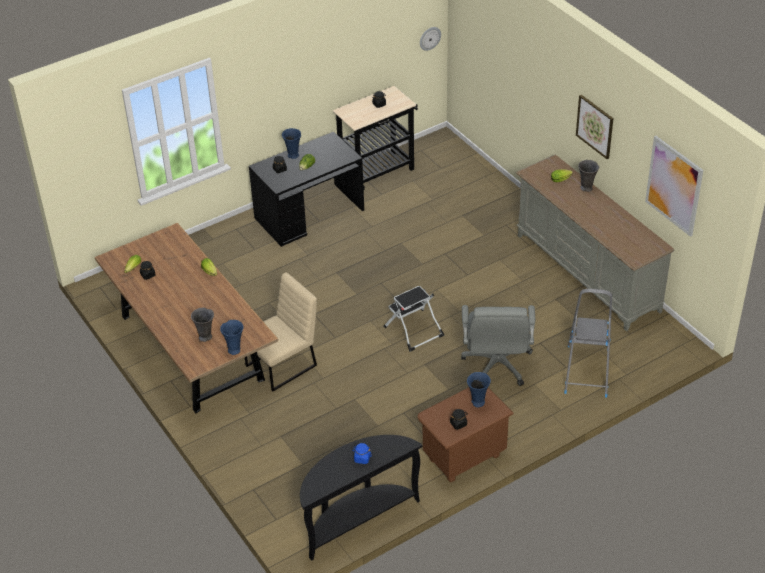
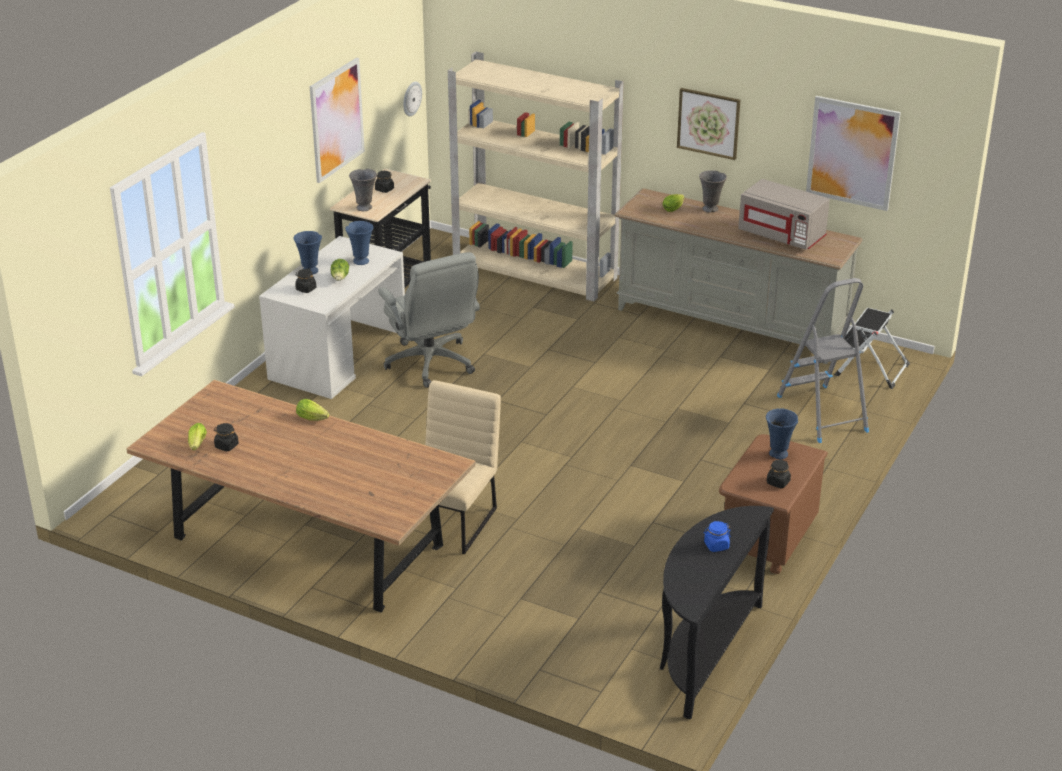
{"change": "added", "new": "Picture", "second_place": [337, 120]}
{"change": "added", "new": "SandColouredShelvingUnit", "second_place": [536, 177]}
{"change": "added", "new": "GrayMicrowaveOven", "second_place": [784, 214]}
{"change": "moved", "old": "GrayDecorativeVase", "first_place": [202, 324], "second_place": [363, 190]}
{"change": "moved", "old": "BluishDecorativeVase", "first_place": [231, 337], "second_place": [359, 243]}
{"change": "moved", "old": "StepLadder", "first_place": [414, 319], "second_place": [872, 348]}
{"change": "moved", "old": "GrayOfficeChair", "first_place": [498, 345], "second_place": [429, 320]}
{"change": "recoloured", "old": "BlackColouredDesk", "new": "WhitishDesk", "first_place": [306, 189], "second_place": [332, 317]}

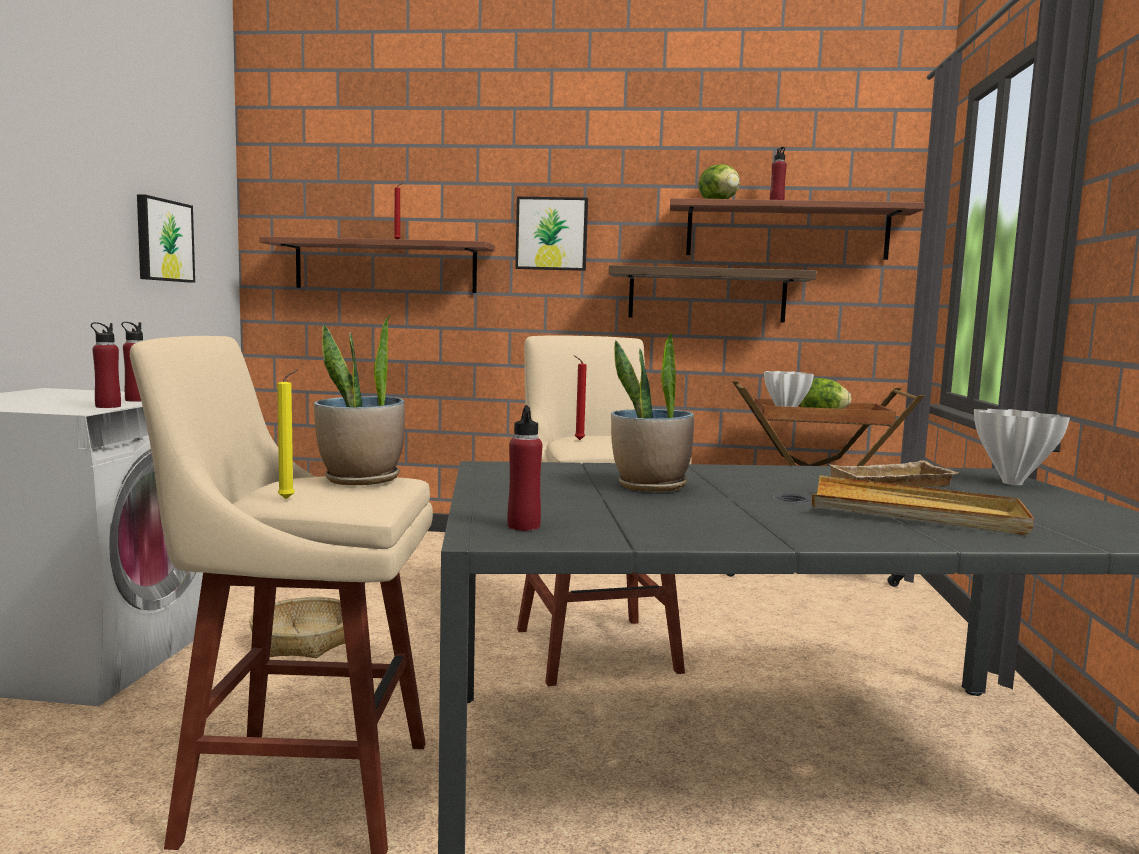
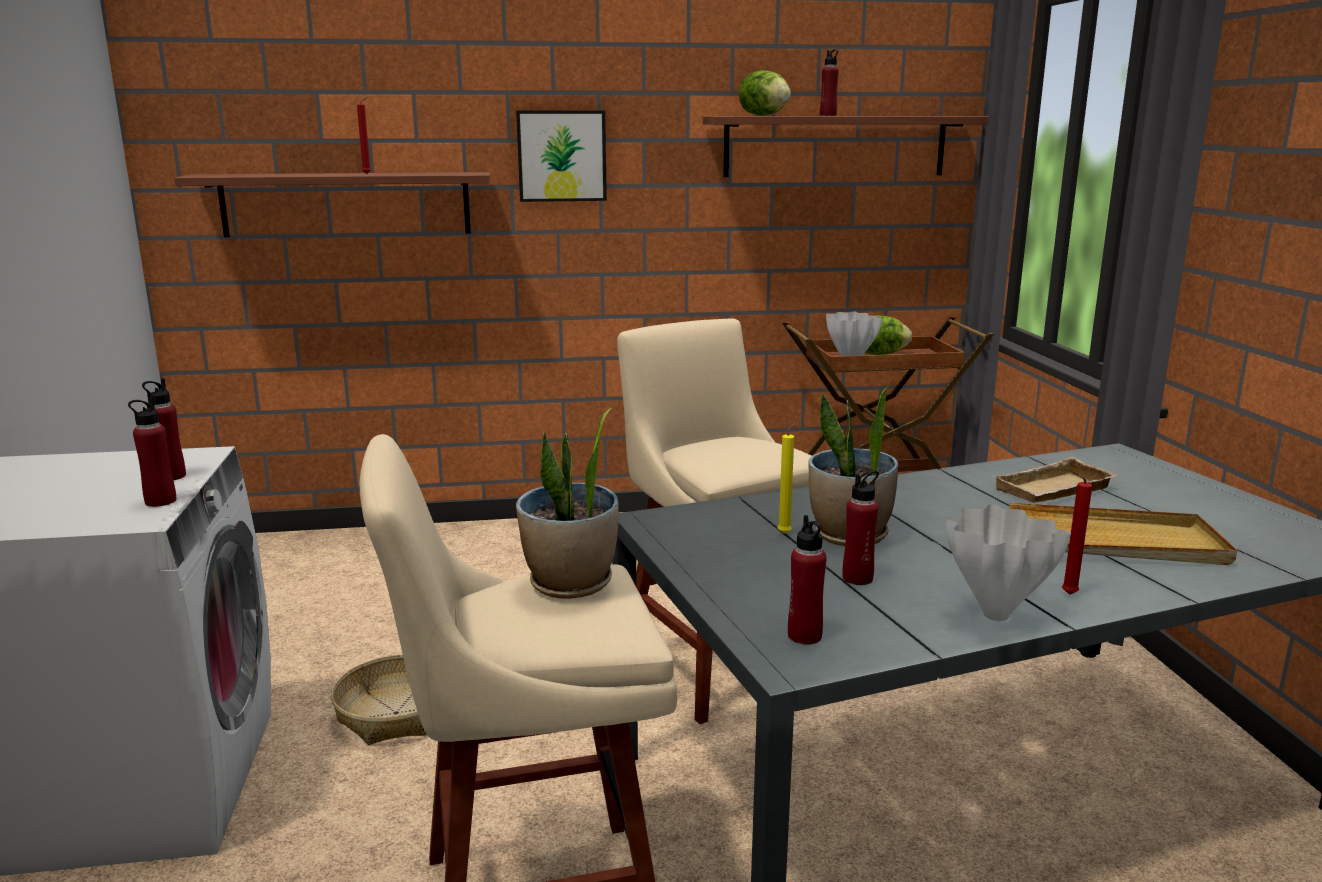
{"change": "removed", "old": "Picture", "first_place": [166, 238]}
{"change": "removed", "old": "WallShelf", "first_place": [712, 293]}
{"change": "added", "new": "RedColouredDrinkBottle", "second_place": [860, 527]}
{"change": "moved", "old": "YellowCandle", "first_place": [287, 434], "second_place": [786, 478]}
{"change": "moved", "old": "RedColouredCandle", "first_place": [580, 397], "second_place": [1077, 533]}
{"change": "moved", "old": "WhitishDecorativeVase", "first_place": [1022, 447], "second_place": [1008, 562]}

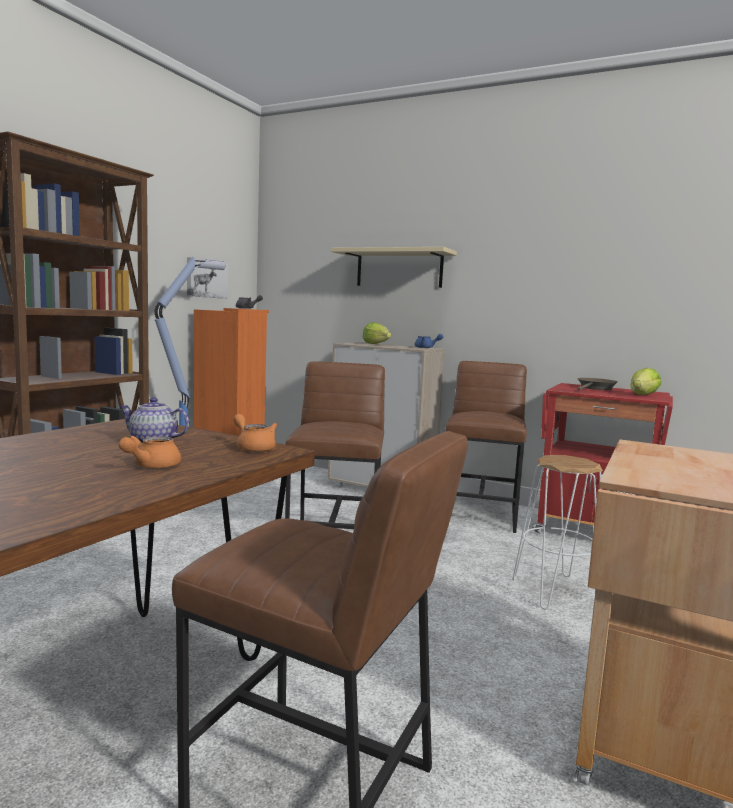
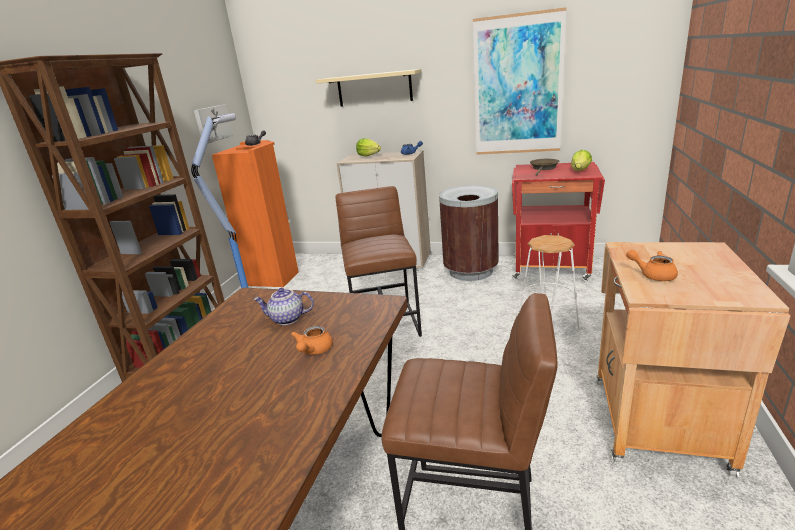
{"change": "added", "new": "Picture", "second_place": [520, 81]}
{"change": "moved", "old": "OrangeyTeapot", "first_place": [255, 433], "second_place": [652, 265]}
{"change": "replaced", "old": "BrownishUprightChair", "new": "BrownishWasteBin", "first_place": [486, 447], "second_place": [469, 233]}

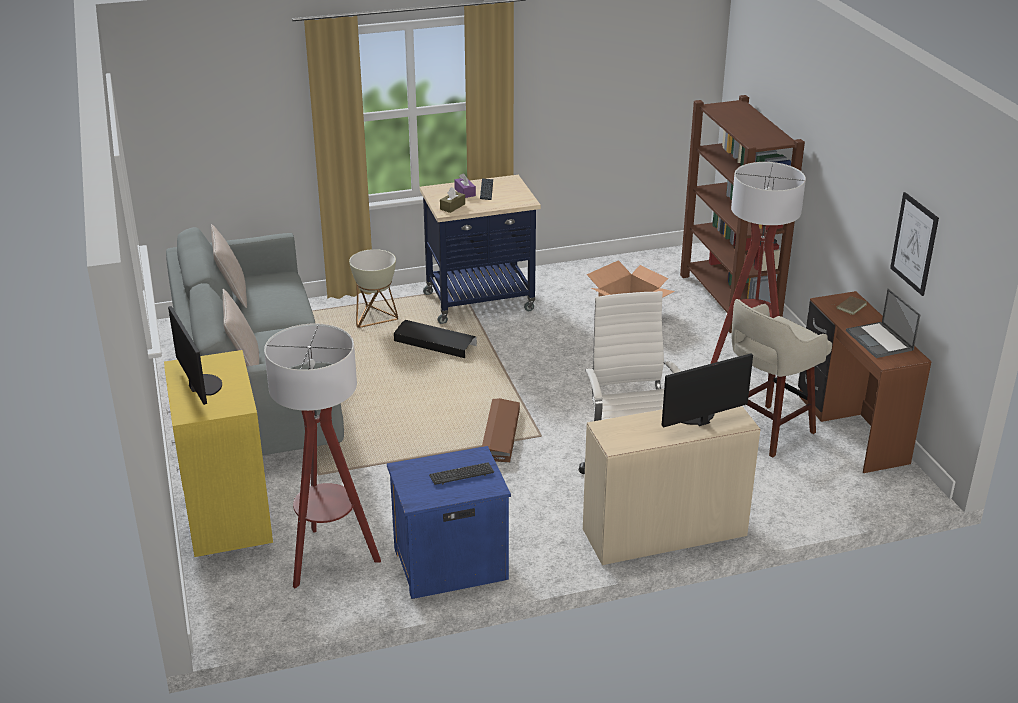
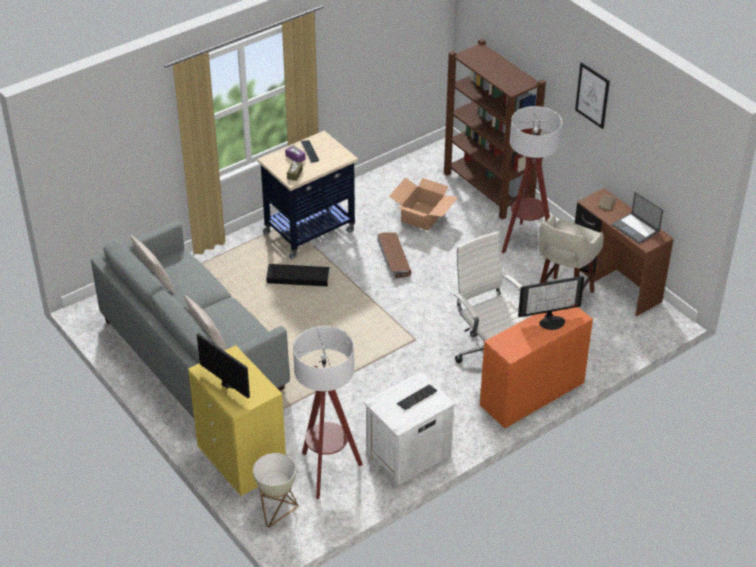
{"change": "moved", "old": "PlantPot", "first_place": [373, 288], "second_place": [275, 490]}
{"change": "moved", "old": "BrownishStorageContainer", "first_place": [501, 430], "second_place": [394, 255]}
{"change": "moved", "old": "Picture", "first_place": [914, 244], "second_place": [592, 95]}
{"change": "recoloured", "old": "BluishNightstand", "new": "WhitishNightstand", "first_place": [449, 522], "second_place": [410, 428]}
{"change": "recoloured", "old": "SandColouredDesk", "new": "OrangeyDesk", "first_place": [671, 485], "second_place": [536, 367]}
{"change": "turned", "old": "Monitor", "first_place": [707, 390], "second_place": [551, 303], "degrees": -150}

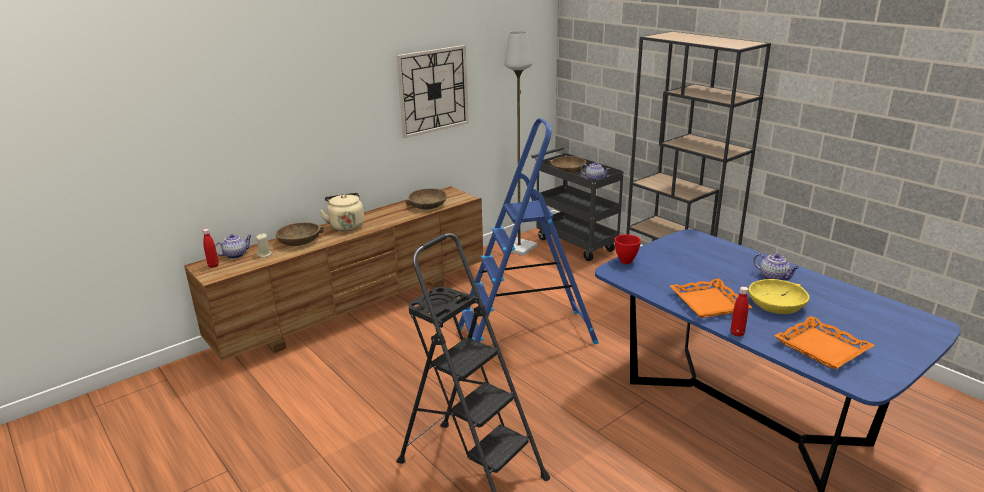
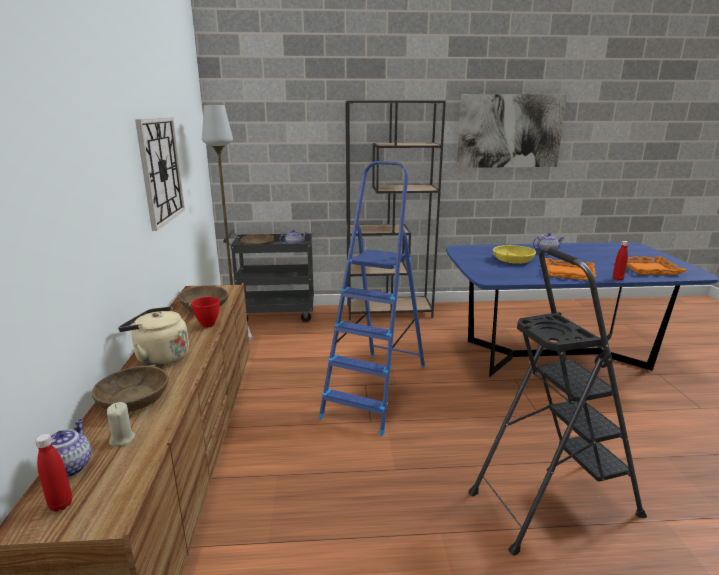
{"change": "added", "new": "Picture", "second_place": [511, 131]}
{"change": "moved", "old": "RedColouredDeepDish", "first_place": [627, 249], "second_place": [205, 312]}
{"change": "moved", "old": "YellowDeepDish", "first_place": [779, 296], "second_place": [514, 254]}

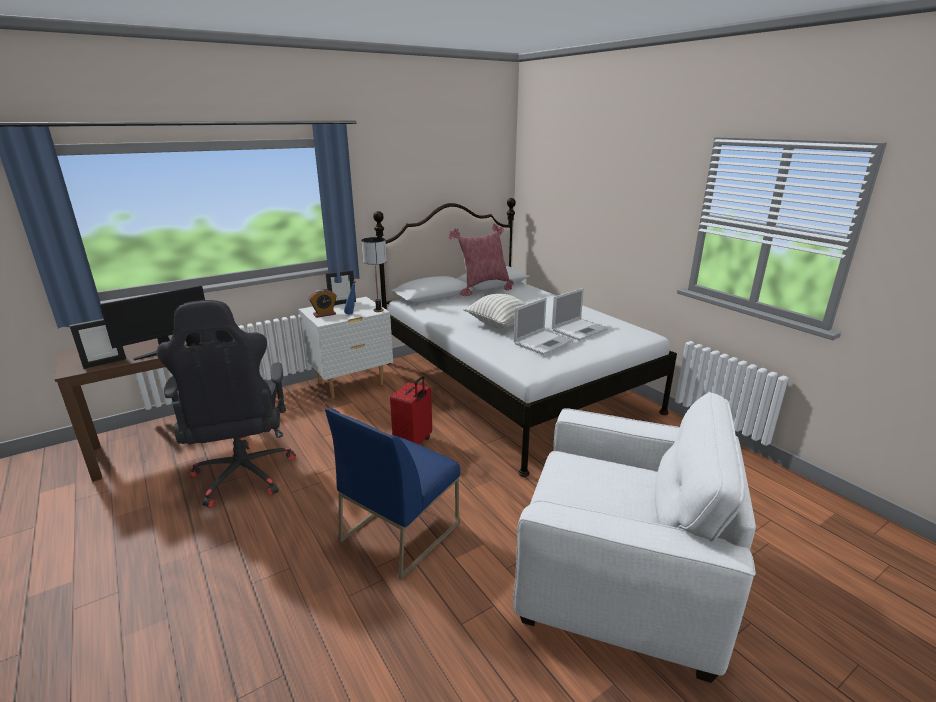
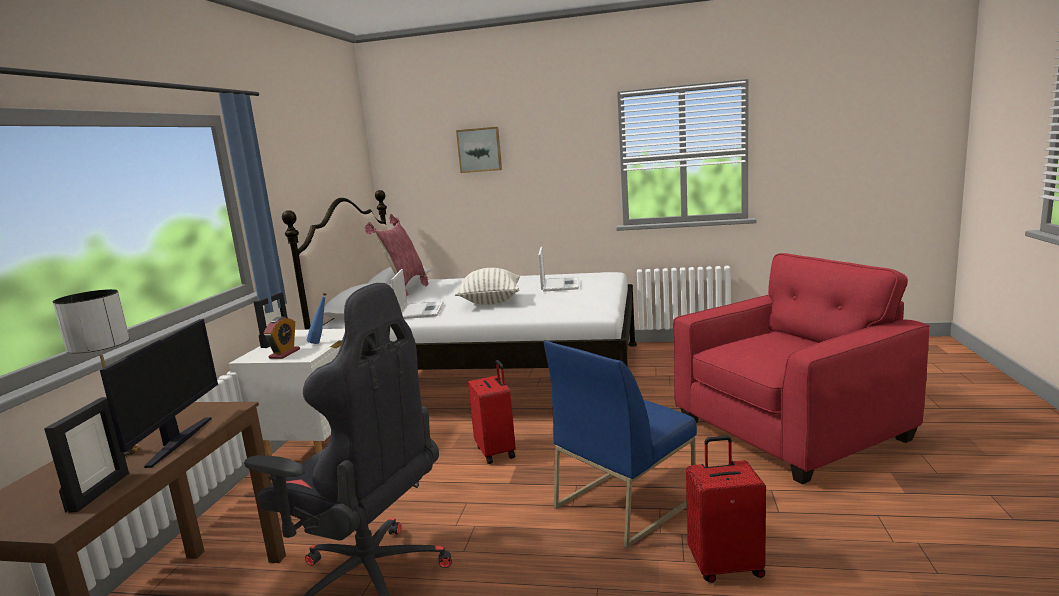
{"change": "added", "new": "Picture", "second_place": [479, 150]}
{"change": "added", "new": "RedColouredPieceOfLuggage", "second_place": [726, 509]}
{"change": "moved", "old": "TabletopLamp", "first_place": [374, 274], "second_place": [96, 372]}
{"change": "moved", "old": "PortableComputer", "first_place": [543, 326], "second_place": [417, 294]}
{"change": "recoloured", "old": "WhitishEasyChair", "new": "RedColouredEasyChair", "first_place": [634, 537], "second_place": [801, 368]}
{"change": "turned", "old": "BluishUprightChair", "first_place": [392, 494], "second_place": [620, 444], "degrees": 60}

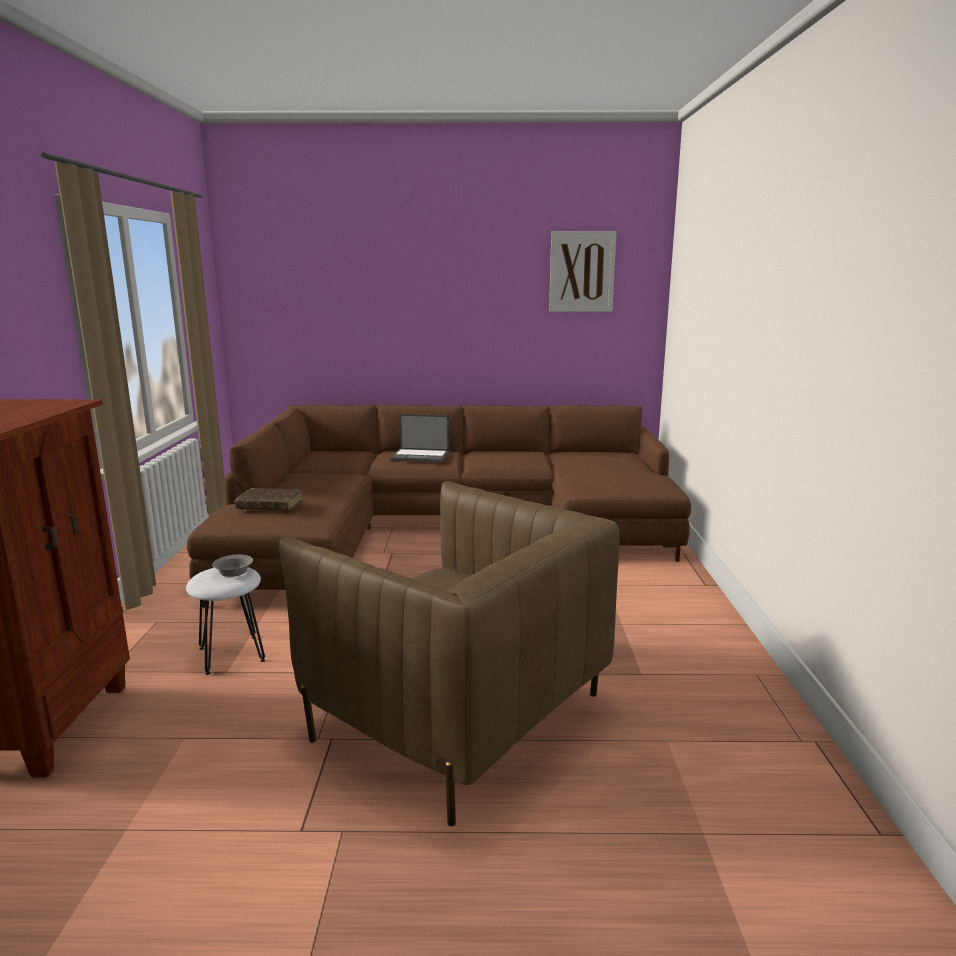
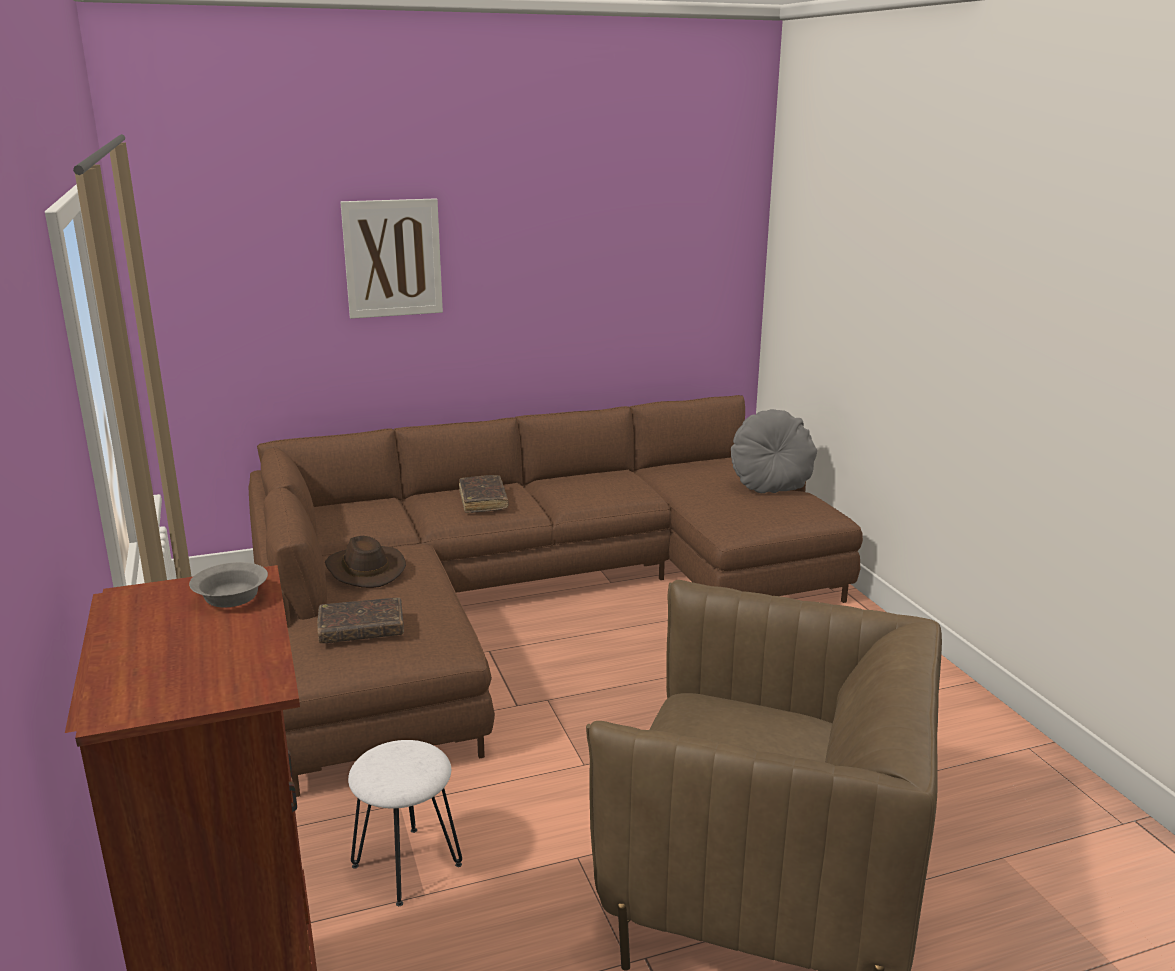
{"change": "added", "new": "BrownishHat", "second_place": [365, 562]}
{"change": "added", "new": "GrayThrowPillow", "second_place": [774, 451]}
{"change": "moved", "old": "GrayDeepDish", "first_place": [232, 566], "second_place": [228, 584]}
{"change": "moved", "old": "Picture", "first_place": [583, 271], "second_place": [391, 258]}
{"change": "replaced", "old": "PortableComputer", "new": "BrownishBoundBook", "first_place": [419, 438], "second_place": [484, 494]}

